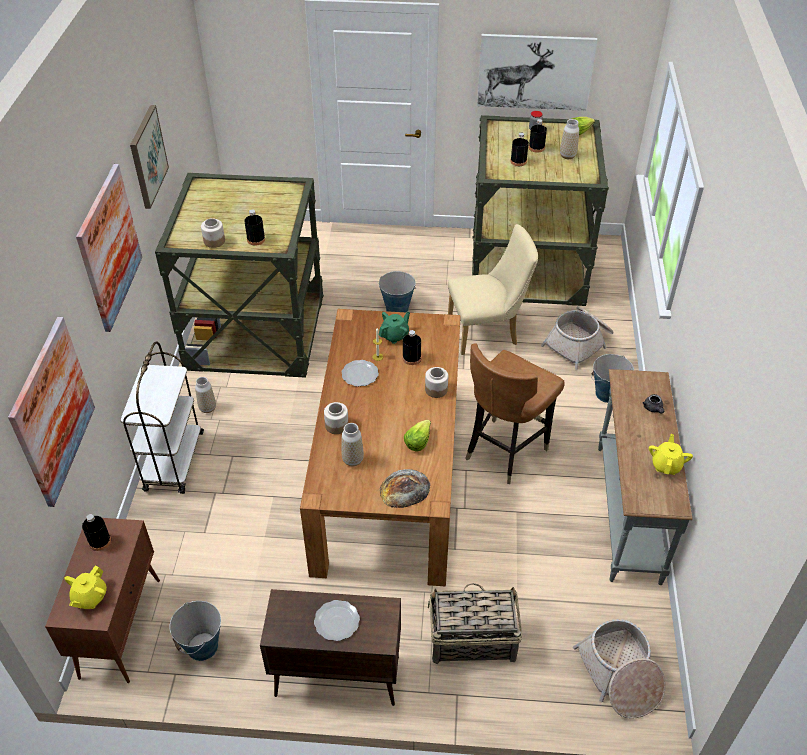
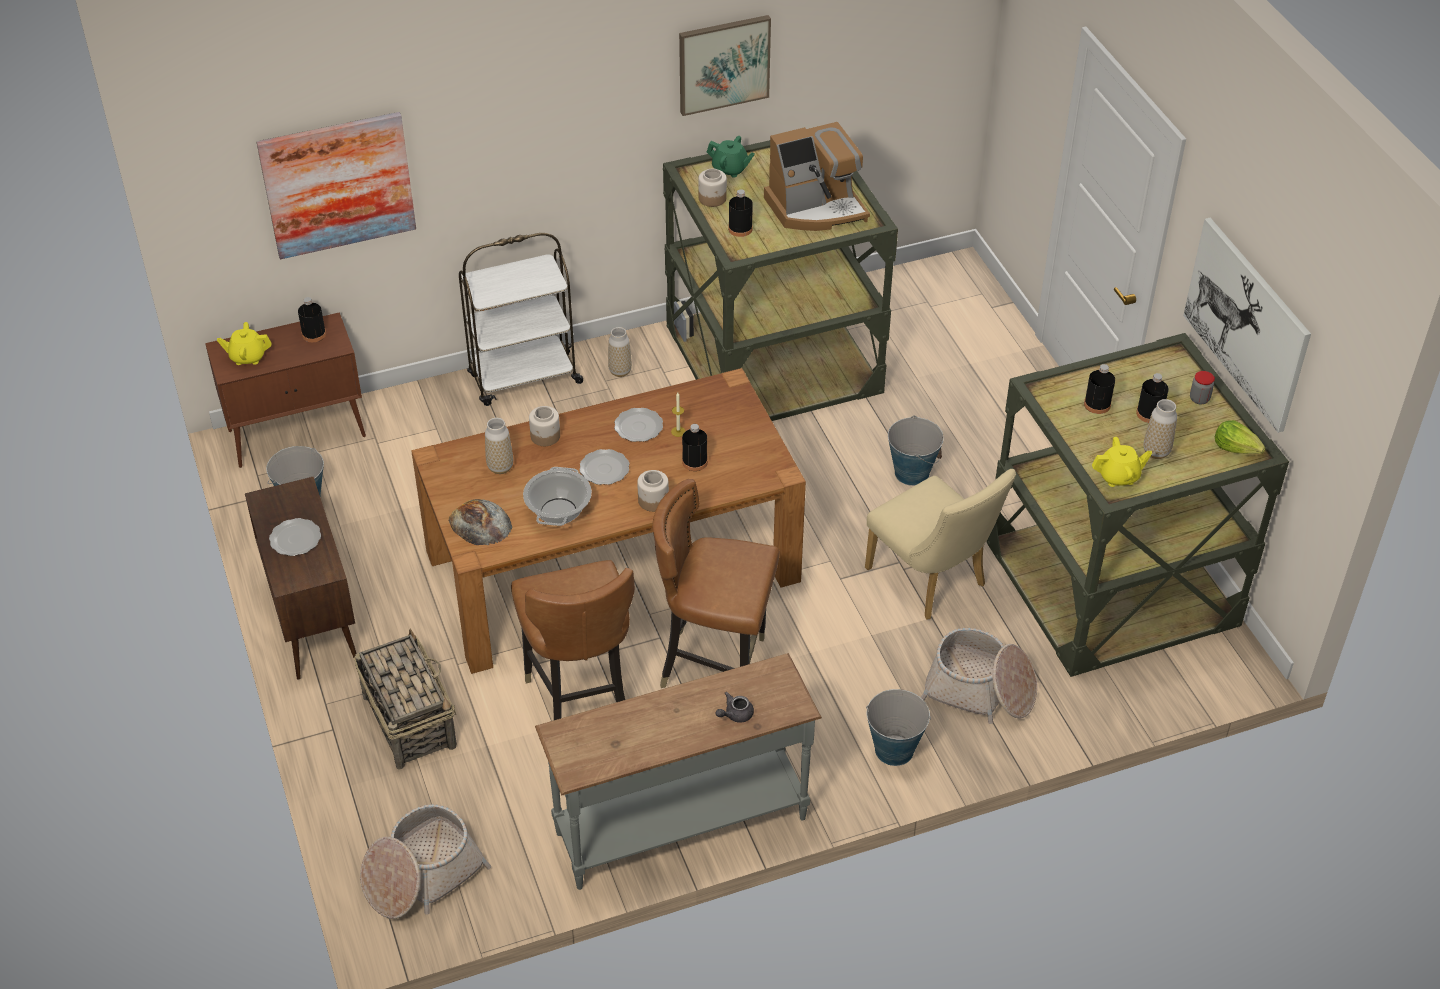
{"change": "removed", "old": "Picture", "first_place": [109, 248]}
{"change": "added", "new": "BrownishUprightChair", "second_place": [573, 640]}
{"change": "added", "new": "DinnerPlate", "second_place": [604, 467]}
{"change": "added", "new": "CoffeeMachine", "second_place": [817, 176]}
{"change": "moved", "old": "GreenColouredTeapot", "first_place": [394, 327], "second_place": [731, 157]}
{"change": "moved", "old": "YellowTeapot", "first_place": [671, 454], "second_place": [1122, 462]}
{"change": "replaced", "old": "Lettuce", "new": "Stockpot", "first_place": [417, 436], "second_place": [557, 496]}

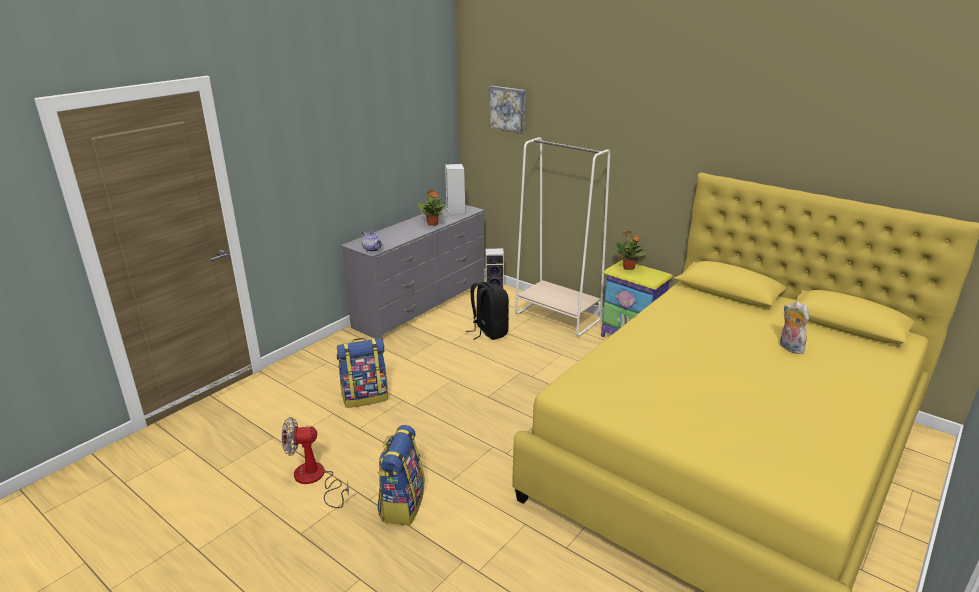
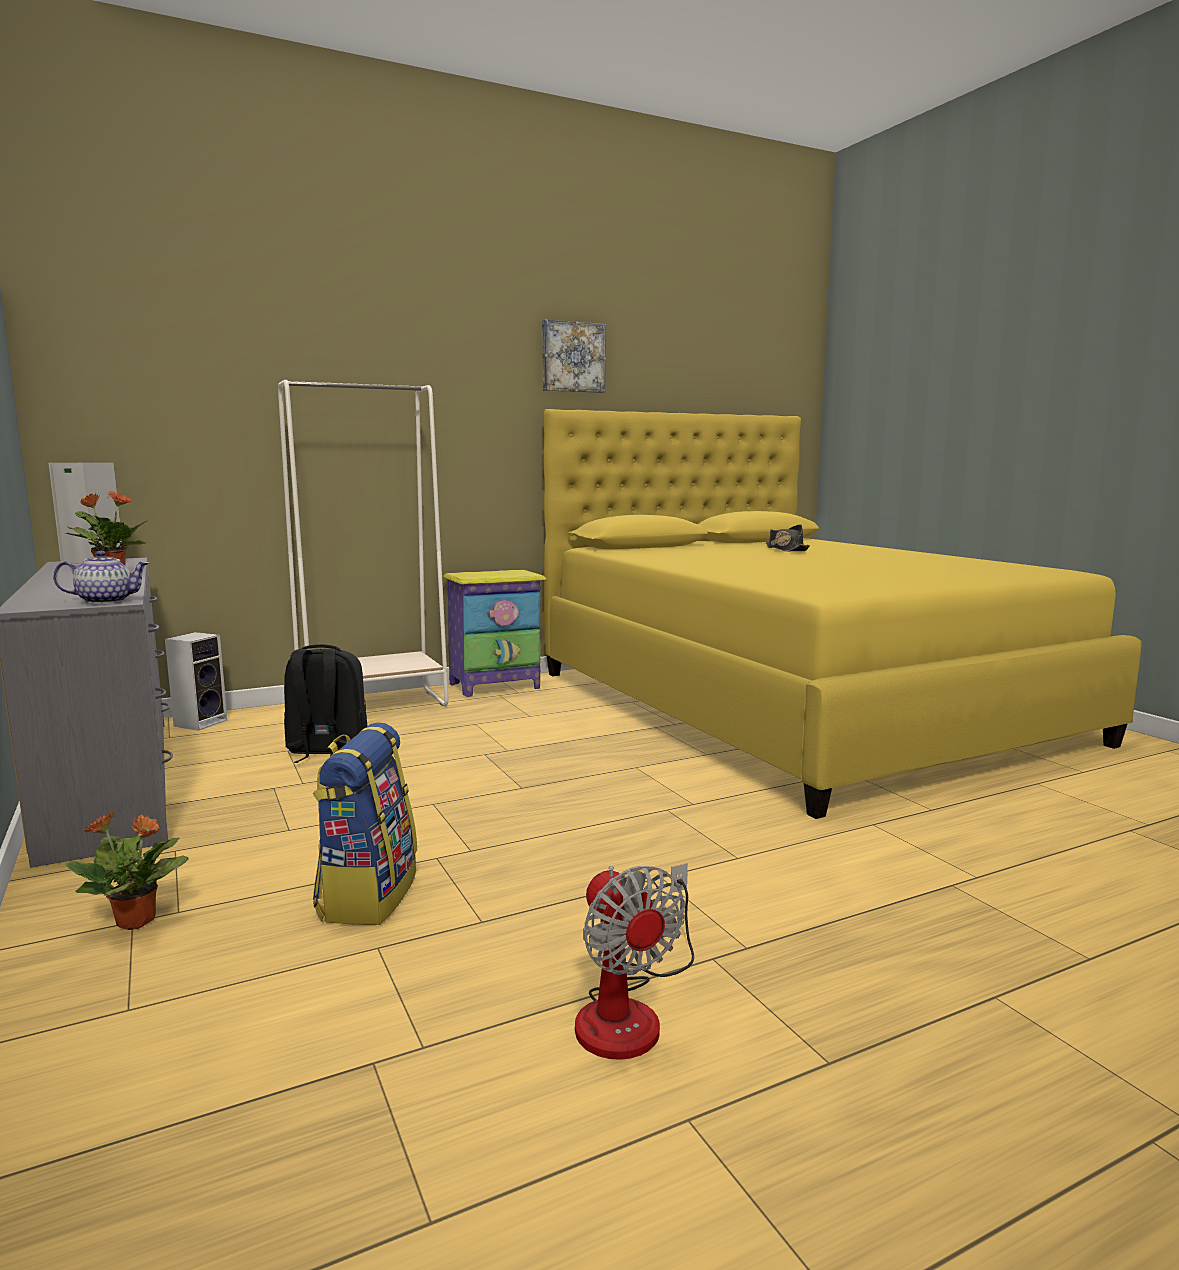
{"change": "removed", "old": "Backpack", "first_place": [401, 475]}
{"change": "moved", "old": "Picture", "first_place": [507, 110], "second_place": [574, 356]}
{"change": "moved", "old": "PottedPlant", "first_place": [631, 250], "second_place": [126, 870]}
{"change": "replaced", "old": "CuddlyToy", "new": "BlackColouredHat", "first_place": [794, 327], "second_place": [787, 538]}
{"change": "turned", "old": "Fan", "first_place": [315, 462], "second_place": [634, 961], "degrees": -45}

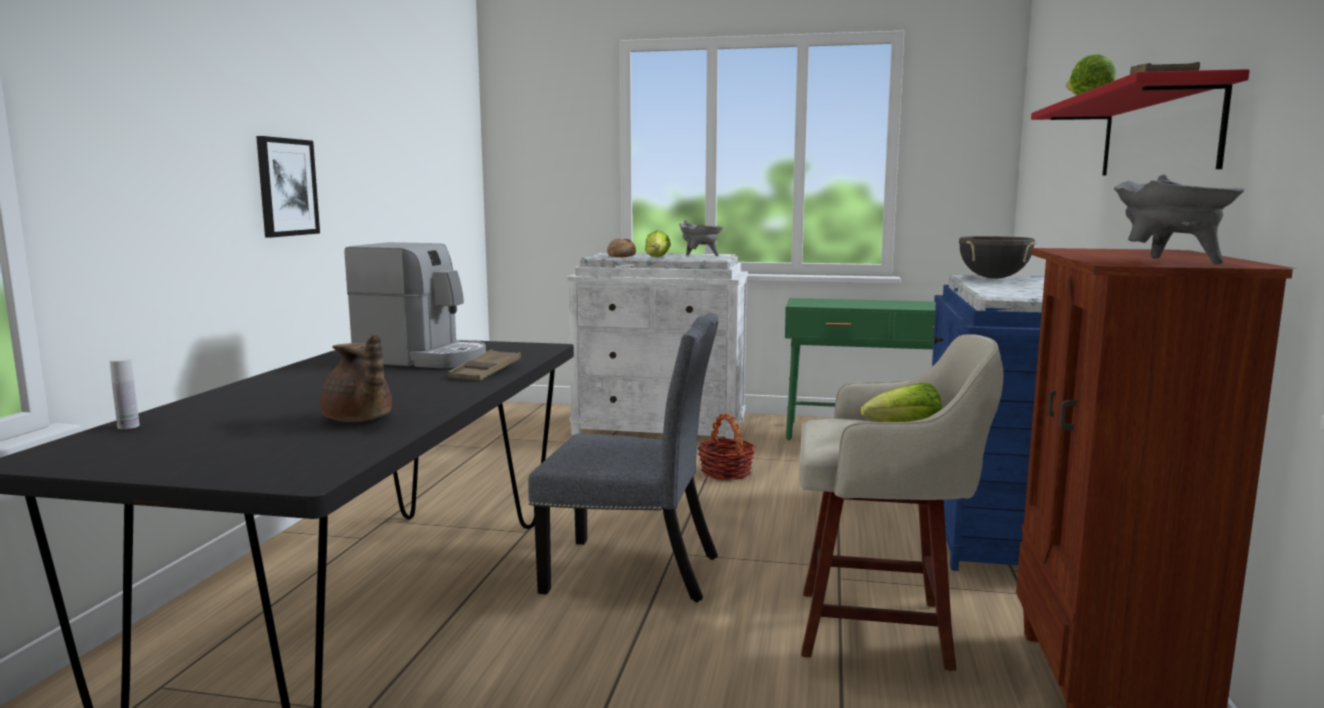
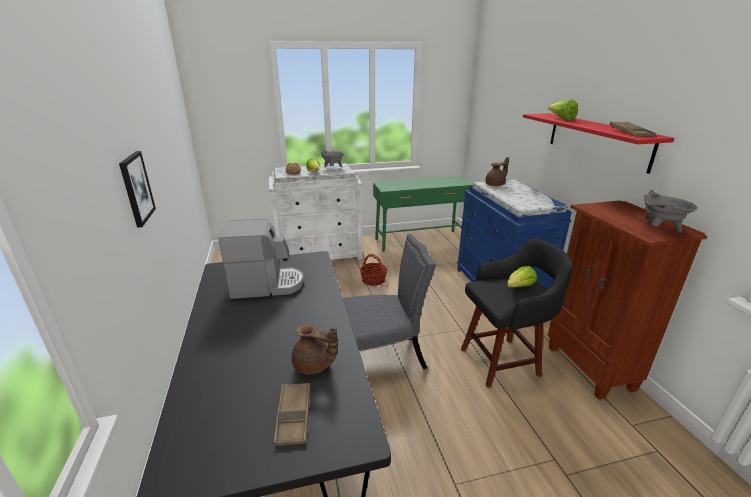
{"change": "removed", "old": "WhitishDrinkBottle", "first_place": [125, 393]}
{"change": "moved", "old": "BrownishTray", "first_place": [484, 365], "second_place": [292, 414]}
{"change": "replaced", "old": "BlackColouredStockpot", "new": "BrownishTeapot", "first_place": [998, 257], "second_place": [497, 171]}
{"change": "recoloured", "old": "SandColouredStoolSeat", "new": "BlackColouredStoolSeat", "first_place": [901, 502], "second_place": [517, 313]}

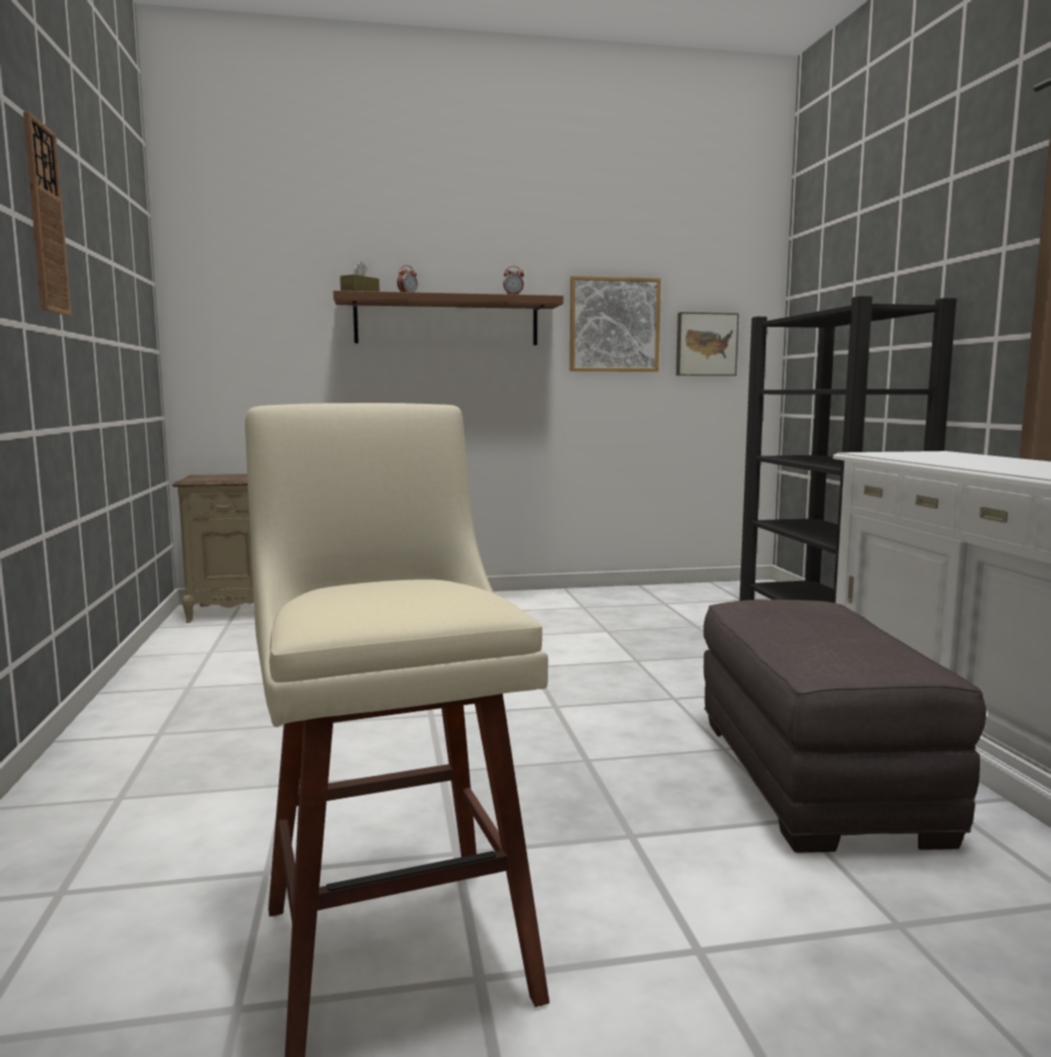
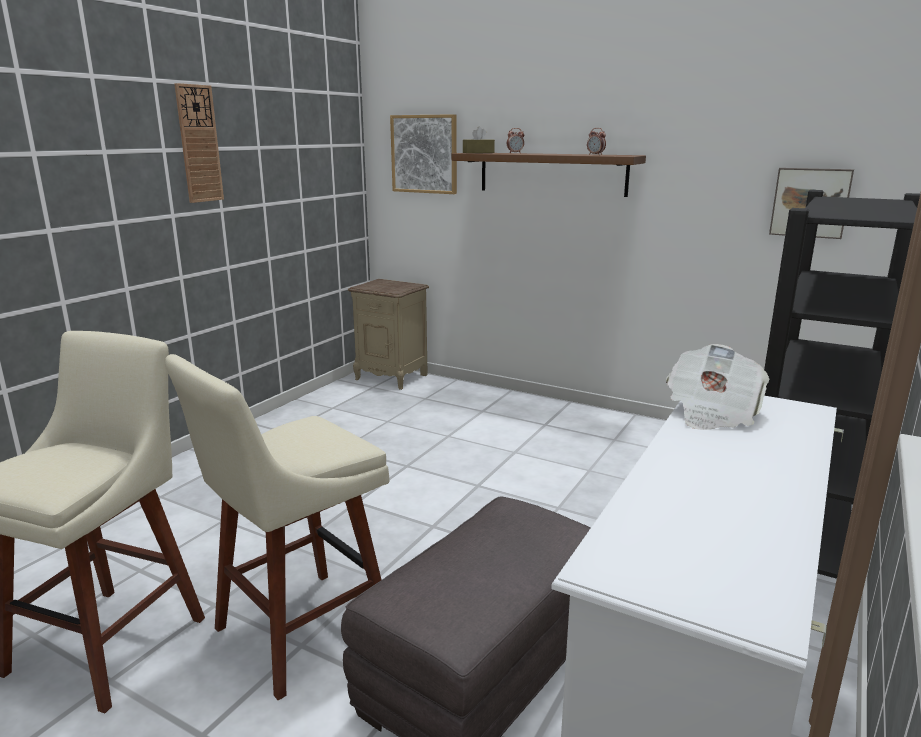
{"change": "added", "new": "SandColouredStoolSeat", "second_place": [277, 527]}
{"change": "added", "new": "Newspaper", "second_place": [717, 387]}
{"change": "moved", "old": "Picture", "first_place": [615, 324], "second_place": [423, 154]}

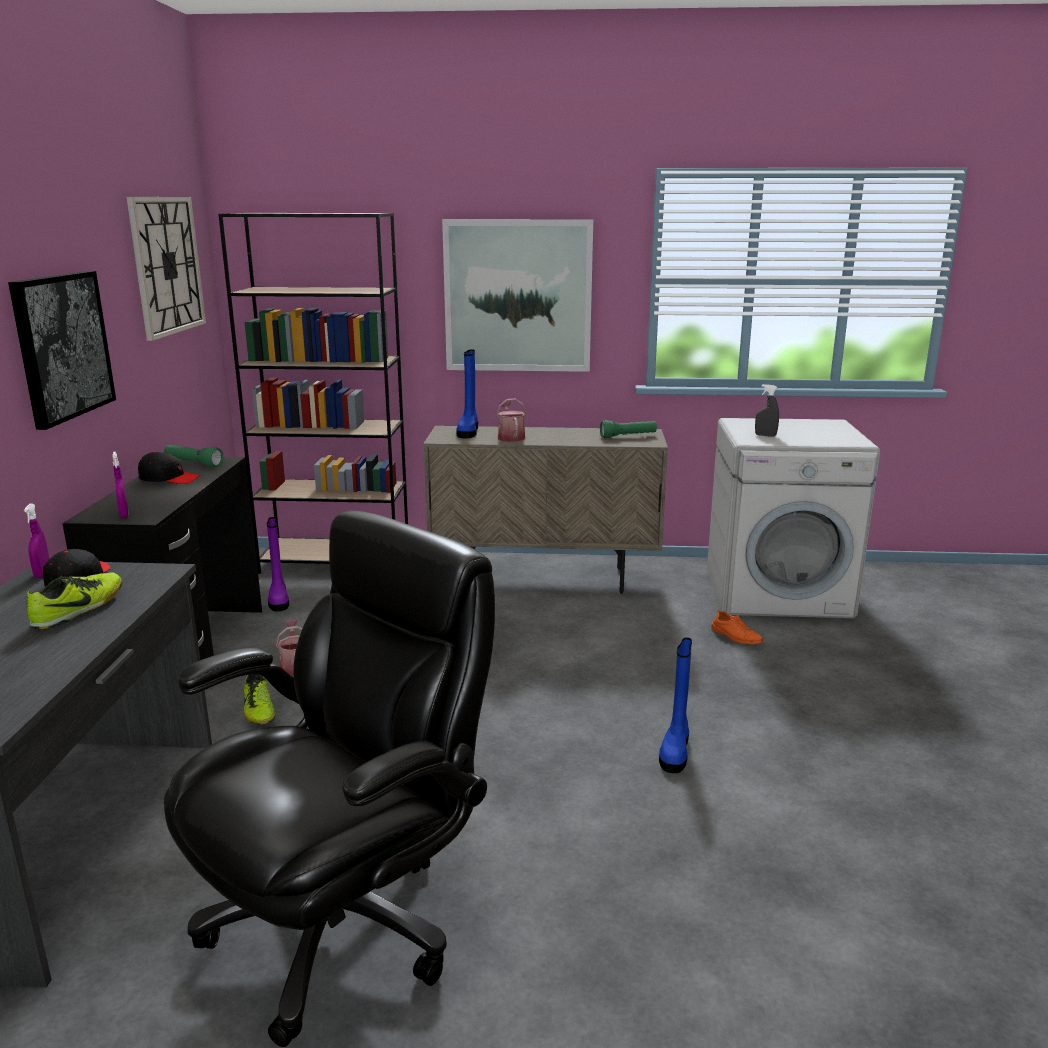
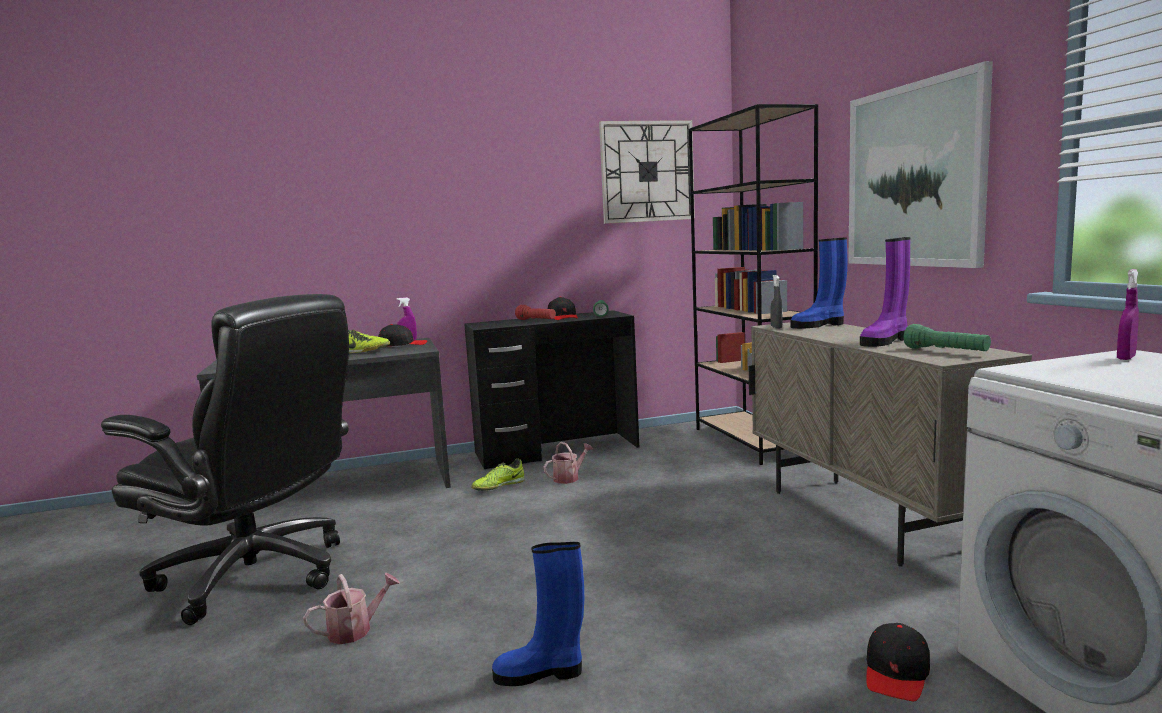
{"change": "removed", "old": "Picture", "first_place": [62, 350]}
{"change": "added", "new": "RedColouredTorch", "second_place": [535, 312]}
{"change": "moved", "old": "PurpleColouredHandSprayer", "first_place": [120, 485], "second_place": [1128, 314]}
{"change": "moved", "old": "PurpleColouredHighTopBoot", "first_place": [278, 564], "second_place": [885, 292]}
{"change": "moved", "old": "WateringCan", "first_place": [511, 420], "second_place": [351, 608]}
{"change": "moved", "old": "GrayHandSprayer", "first_place": [767, 410], "second_place": [776, 302]}
{"change": "replaced", "old": "OrangeyItemOfFootwear", "new": "BlackColouredCap", "first_place": [737, 627], "second_place": [898, 662]}

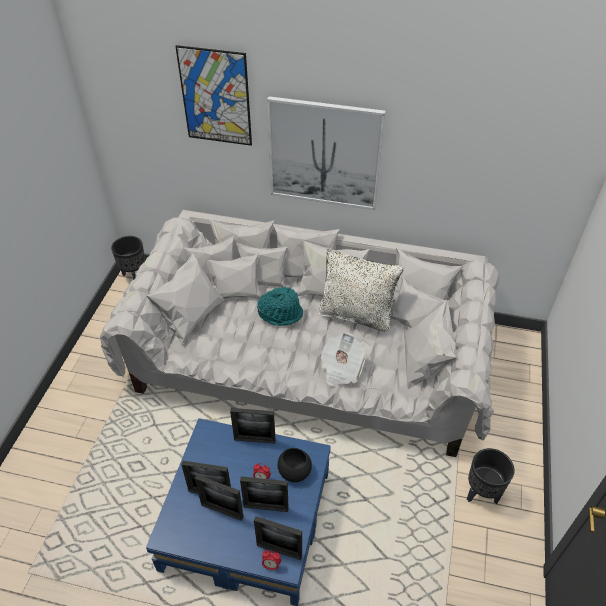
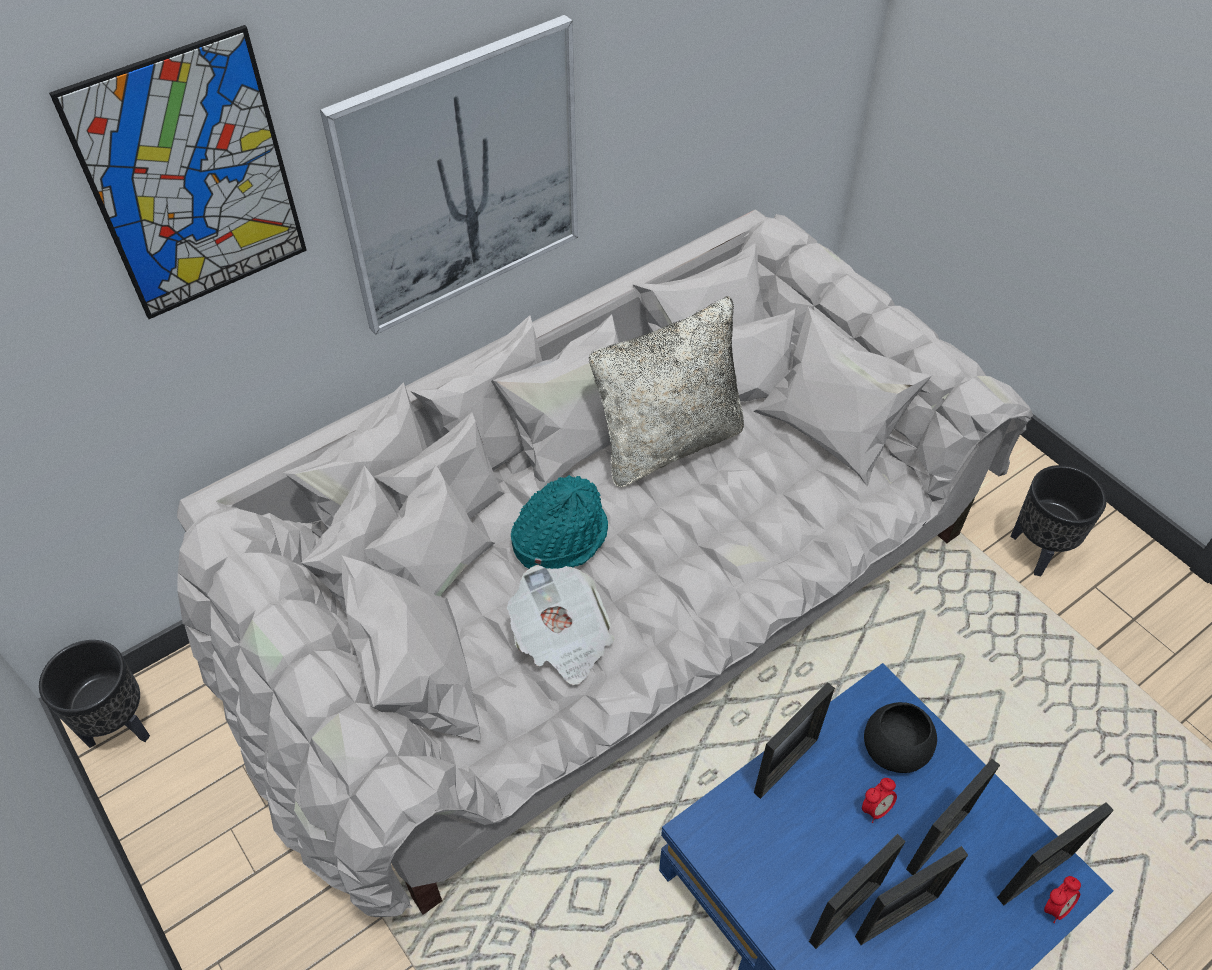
{"change": "moved", "old": "Newspaper", "first_place": [343, 359], "second_place": [561, 625]}

